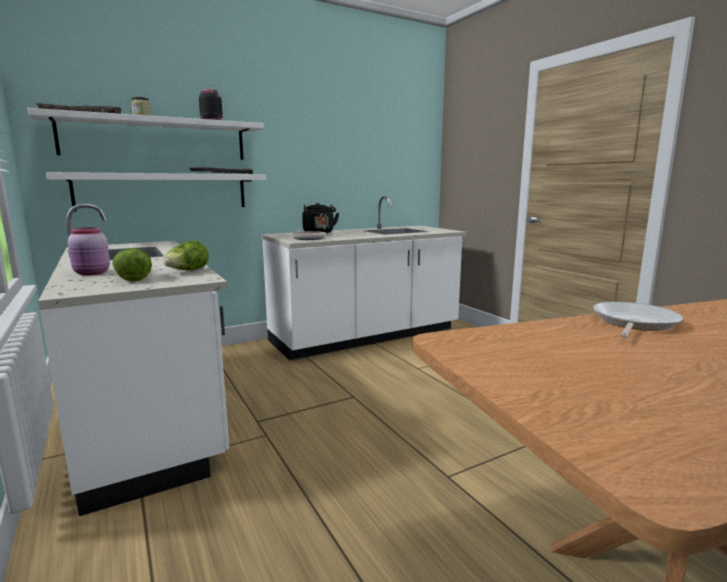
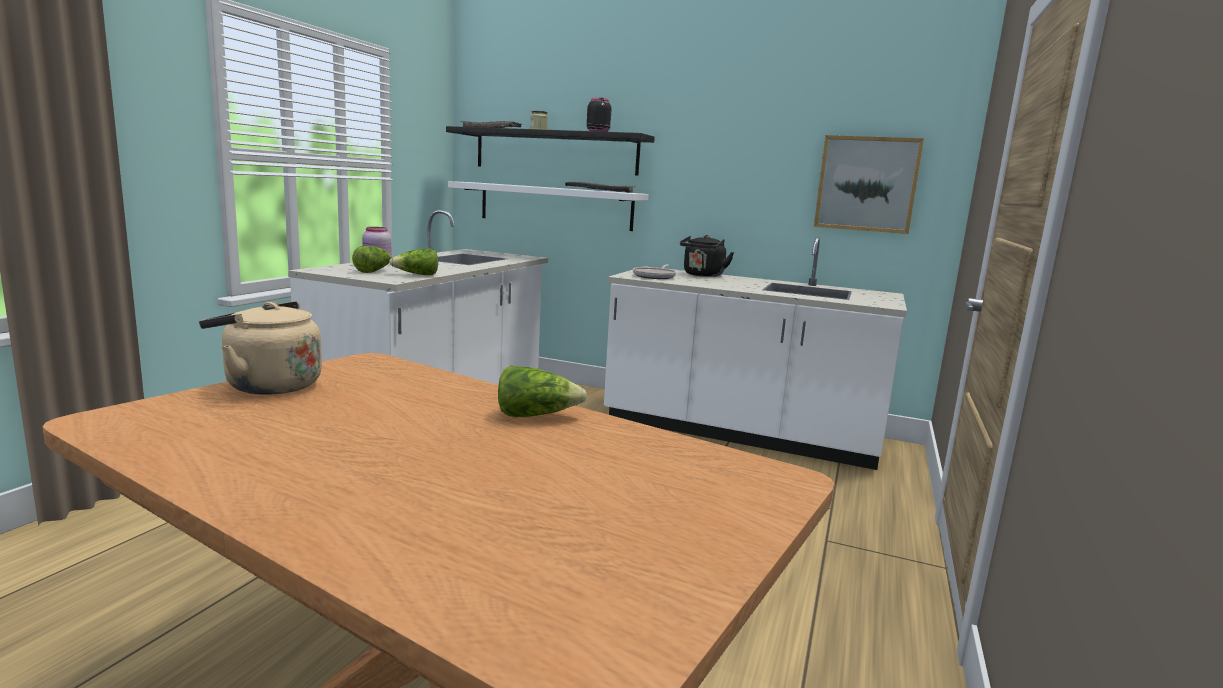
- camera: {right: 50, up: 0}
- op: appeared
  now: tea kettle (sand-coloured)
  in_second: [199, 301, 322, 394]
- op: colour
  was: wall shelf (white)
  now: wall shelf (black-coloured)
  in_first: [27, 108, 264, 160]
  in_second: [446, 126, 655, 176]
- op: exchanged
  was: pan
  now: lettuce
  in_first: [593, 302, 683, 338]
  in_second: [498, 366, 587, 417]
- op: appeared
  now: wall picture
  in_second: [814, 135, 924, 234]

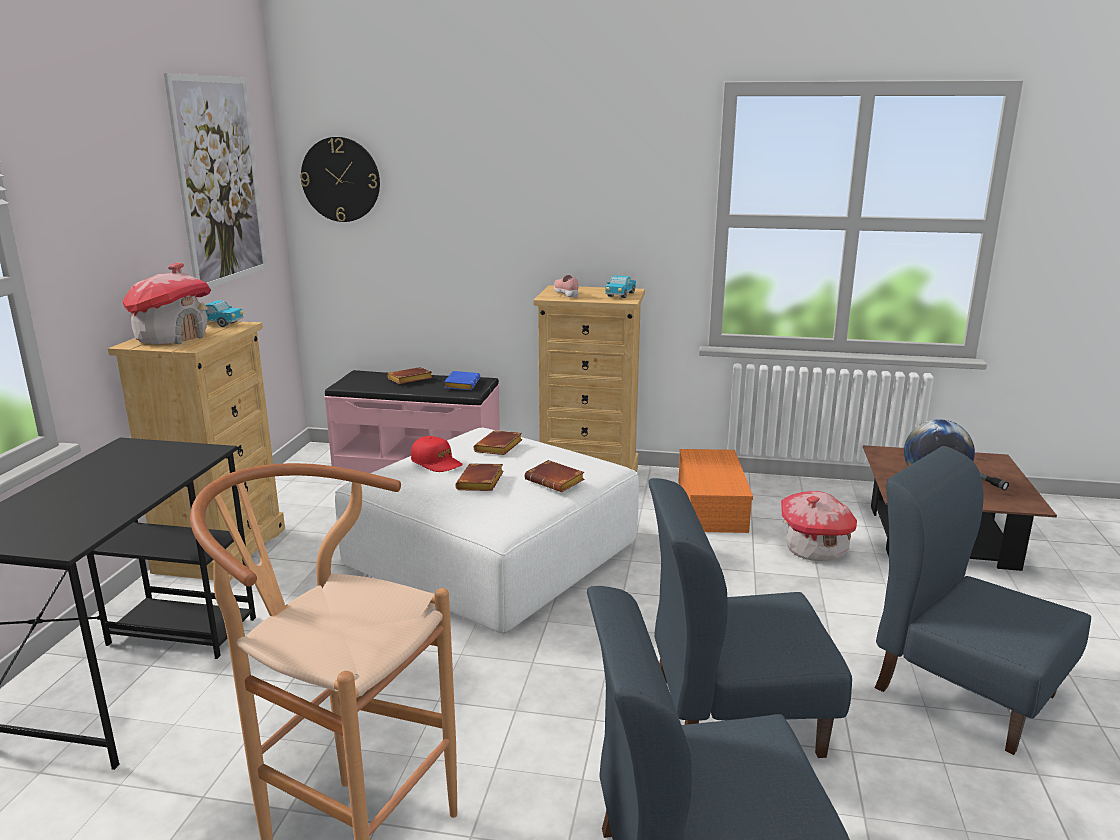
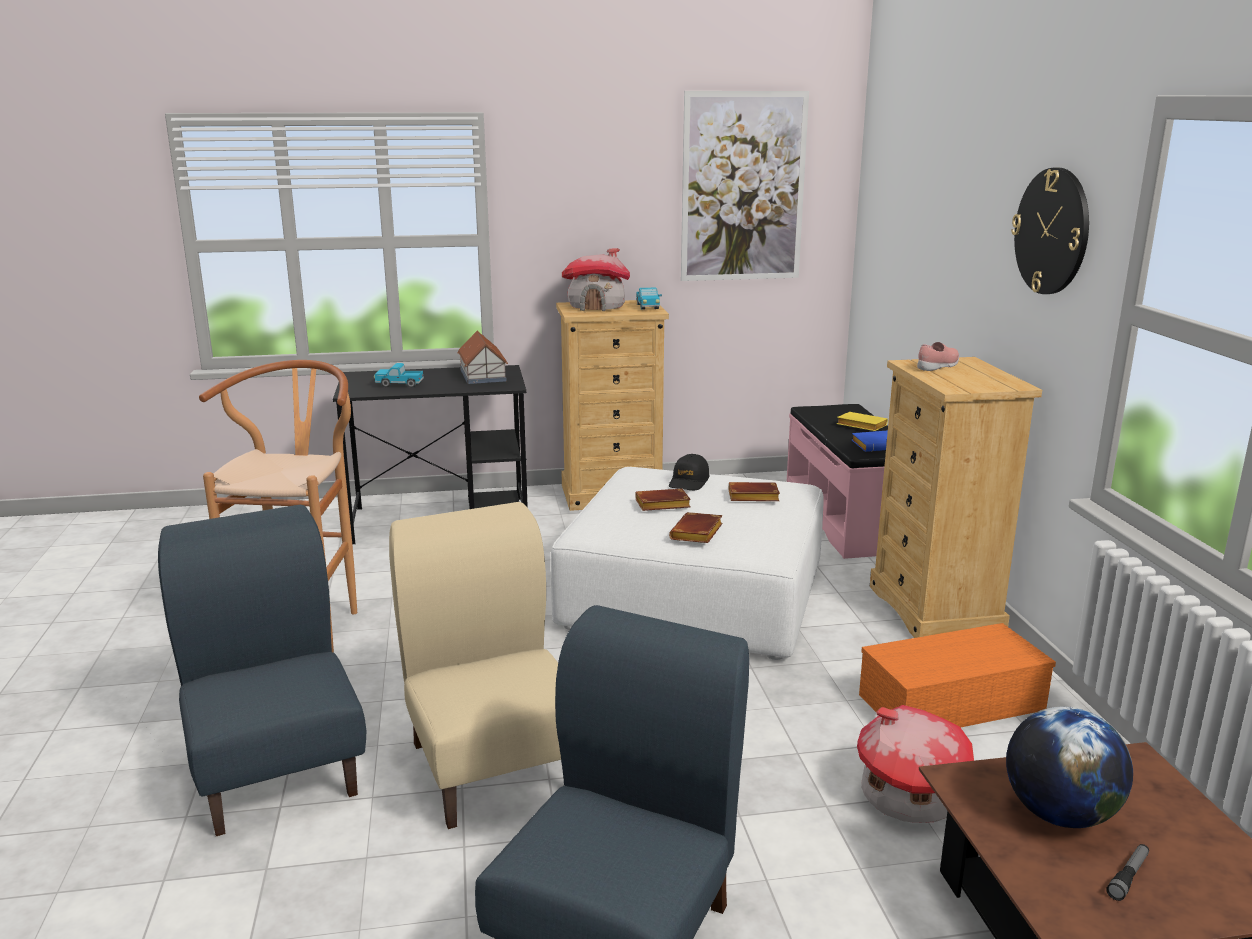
- camera: {right: 70, up: 0}
- op: relocated
  was: toy lorry
  in_first: [605, 275, 636, 298]
  in_second: [374, 363, 424, 388]
- op: colour
  was: plain chair (blue)
  now: plain chair (sand-coloured)
  in_first: [648, 478, 852, 758]
  in_second: [389, 502, 561, 829]
- op: appeared
  now: model house
  in_second: [457, 331, 508, 384]
- op: colour
  was: peaked cap (red)
  now: peaked cap (black-coloured)
  in_first: [411, 436, 463, 472]
  in_second: [669, 454, 709, 490]
- op: colour
  was: bound book (brown-coloured)
  now: bound book (yellow-coloured)
  in_first: [387, 367, 433, 384]
  in_second: [837, 412, 888, 431]
- op: relocated
  was: hanging clock
  in_first: [300, 137, 380, 222]
  in_second: [1011, 168, 1089, 294]

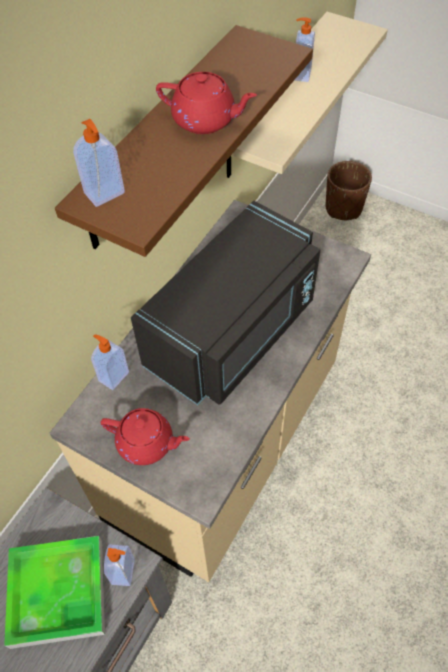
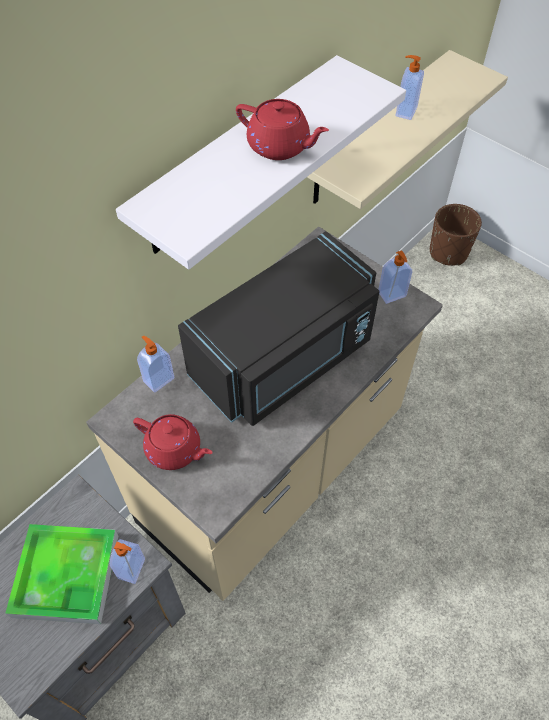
- camera: {right: 10, up: 0}
- op: colour
  was: wall shelf (brown-coloured)
  now: wall shelf (white)
  in_first: [55, 25, 313, 257]
  in_second: [116, 55, 406, 270]
- op: relocated
  was: soap bottle
  in_first: [73, 119, 125, 207]
  in_second: [378, 250, 412, 304]

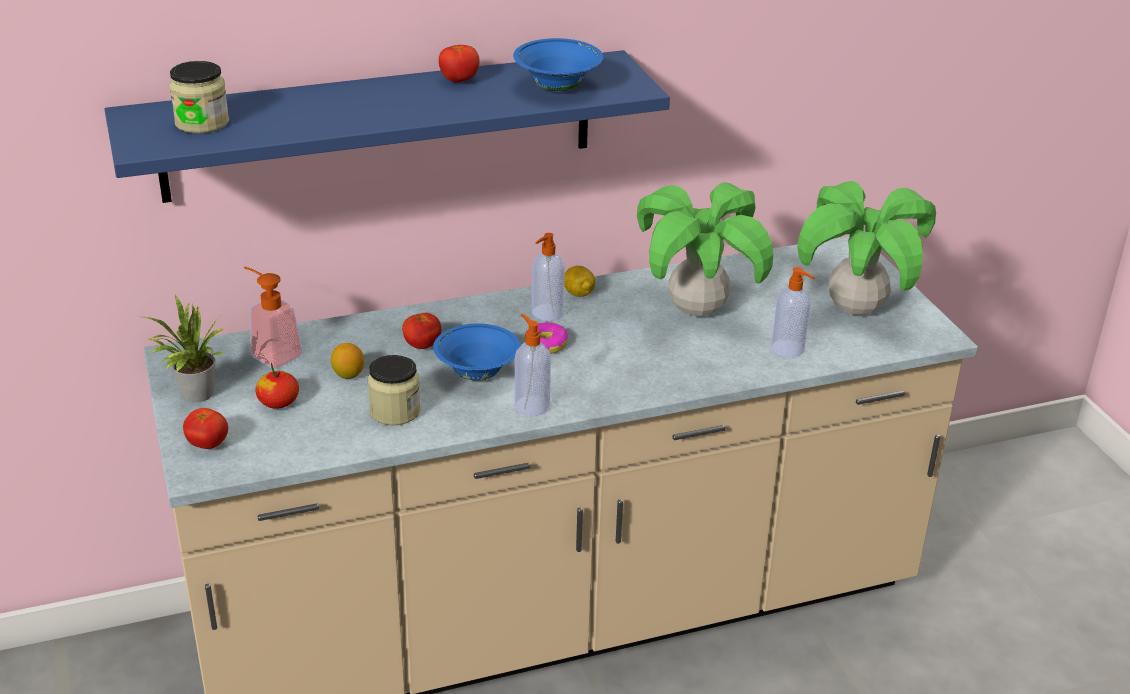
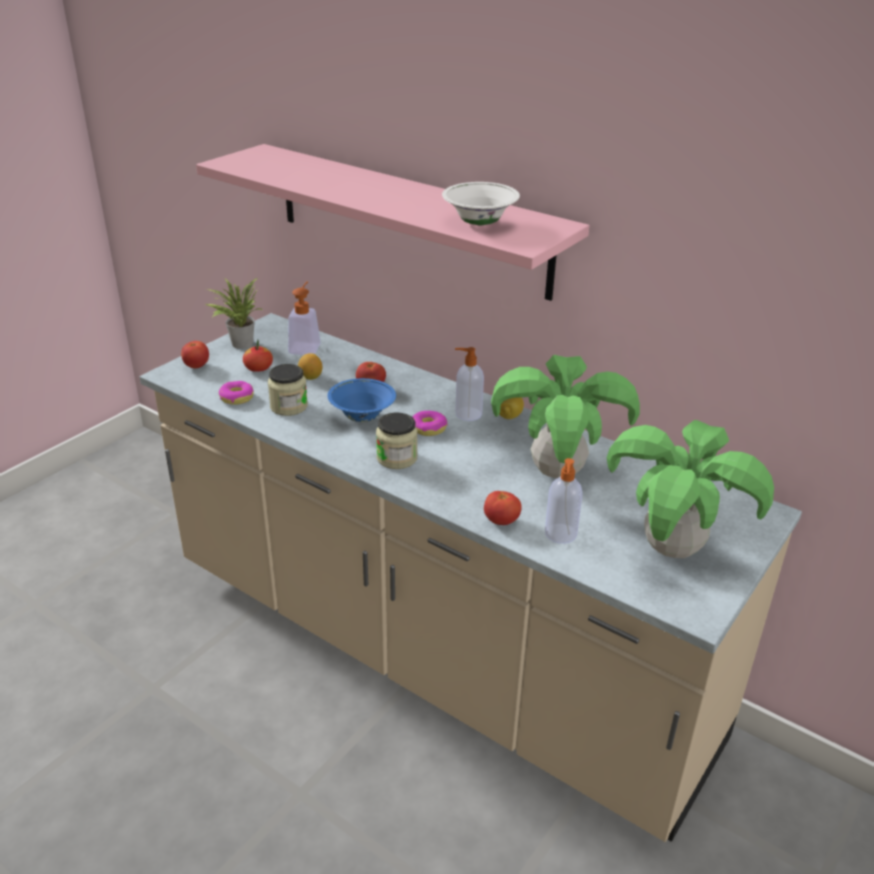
- camera: {right: 55, up: 0}
- op: colour
  was: wall shelf (blue)
  now: wall shelf (pink)
  in_first: [105, 50, 670, 203]
  in_second: [196, 144, 589, 301]
- op: appeared
  now: ring doughnut
  in_second: [219, 381, 254, 405]
- op: relocated
  was: storage jar
  in_first: [169, 61, 229, 133]
  in_second: [376, 412, 418, 469]
- op: colour
  was: serving bowl (blue)
  now: serving bowl (white)
  in_first: [513, 38, 603, 91]
  in_second: [442, 182, 520, 225]
- op: relocated
  was: tomato
  in_first: [439, 45, 480, 82]
  in_second: [484, 491, 522, 525]
- op: missing
  was: soap bottle
  in_first: [515, 314, 551, 416]

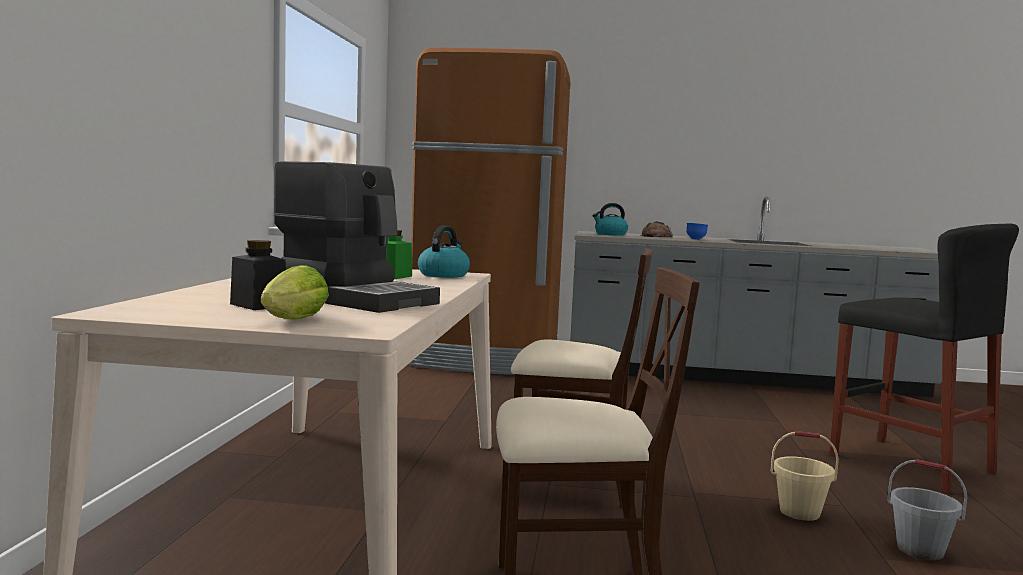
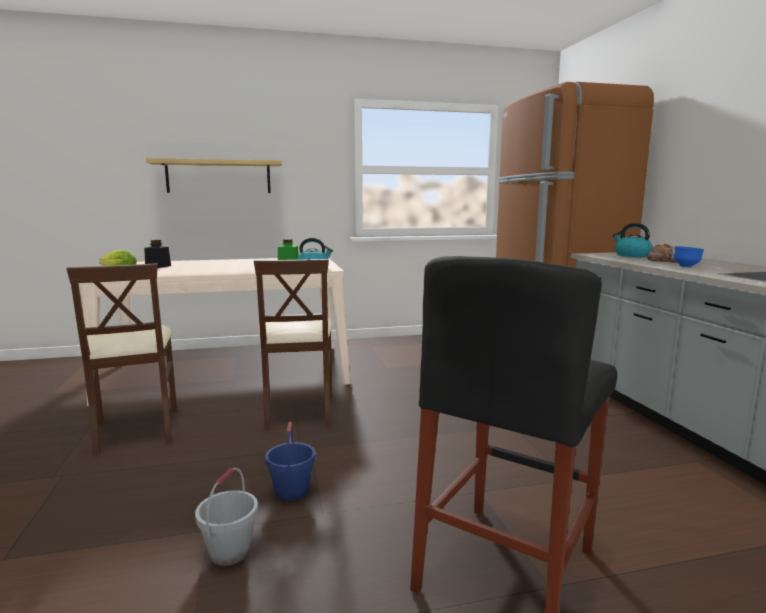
- camera: {right: 70, up: 5}
- op: appeared
  now: wall shelf
  in_second: [146, 158, 282, 193]
- op: colour
  was: pail (sand-coloured)
  now: pail (blue)
  in_first: [771, 431, 839, 521]
  in_second: [265, 422, 316, 501]
- op: missing
  was: coffee brewer
  in_first: [274, 161, 440, 313]

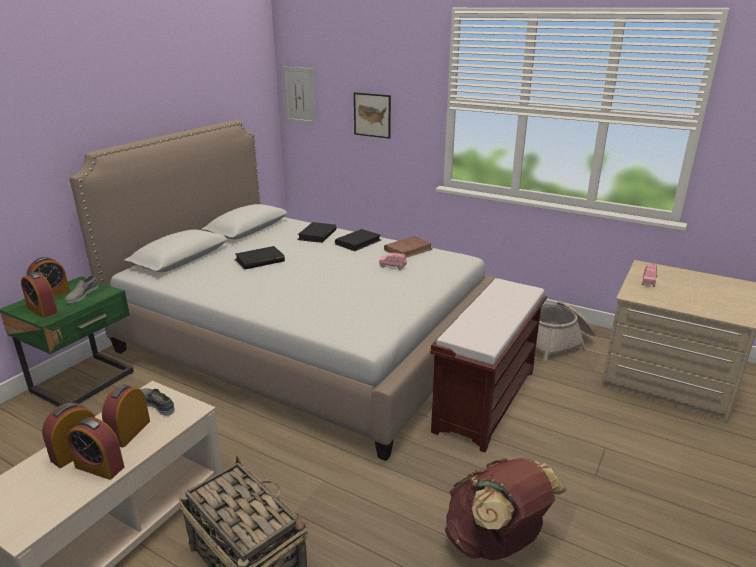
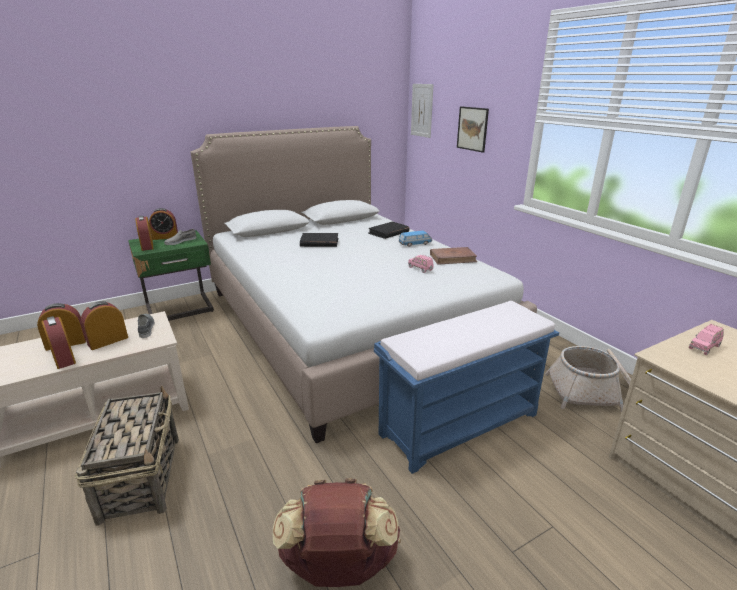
- camera: {right: 30, up: 0}
- op: colour
  was: bench (brown-coloured)
  now: bench (blue)
  in_first: [430, 278, 547, 452]
  in_second: [374, 301, 559, 474]
- op: exchanged
  was: bound book (black-coloured)
  now: toy car
  in_first: [335, 229, 381, 251]
  in_second: [398, 231, 432, 247]

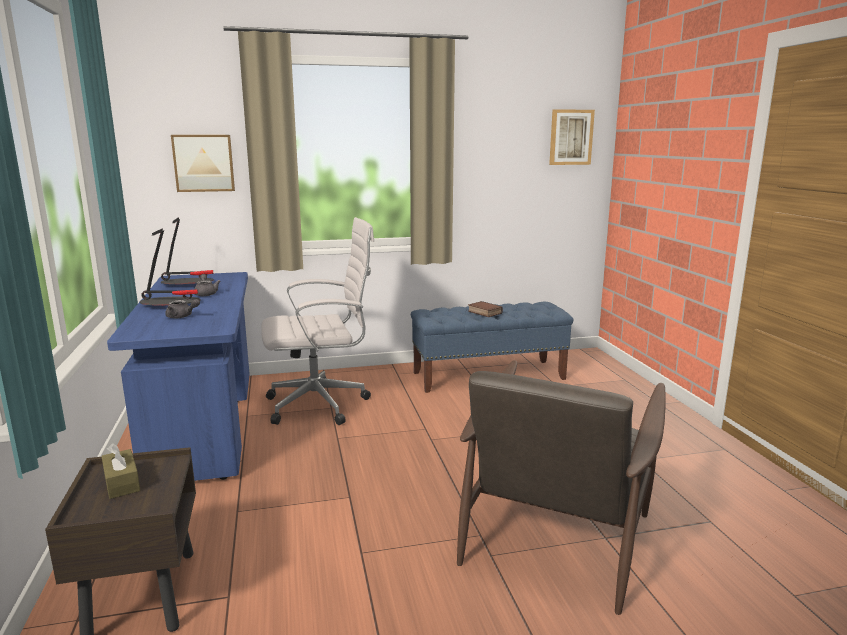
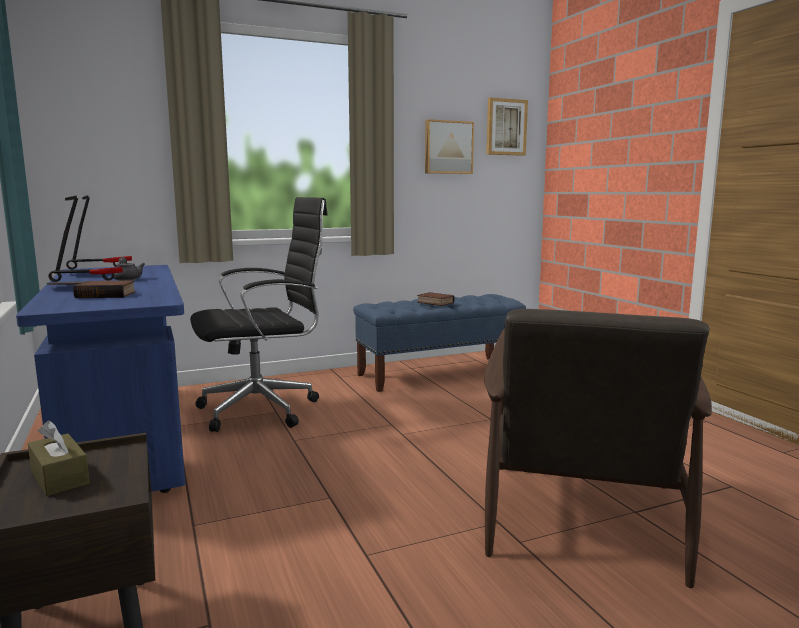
- camera: {right: -10, up: -5}
- op: exchanged
  was: teapot (gray)
  now: bound book
  in_first: [165, 299, 200, 318]
  in_second: [73, 281, 136, 298]
- op: colour
  was: computer chair (white)
  now: computer chair (black-coloured)
  in_first: [261, 217, 374, 425]
  in_second: [190, 197, 328, 432]
- op: relocated
  was: wall picture
  in_first: [171, 135, 235, 192]
  in_second: [425, 119, 474, 174]

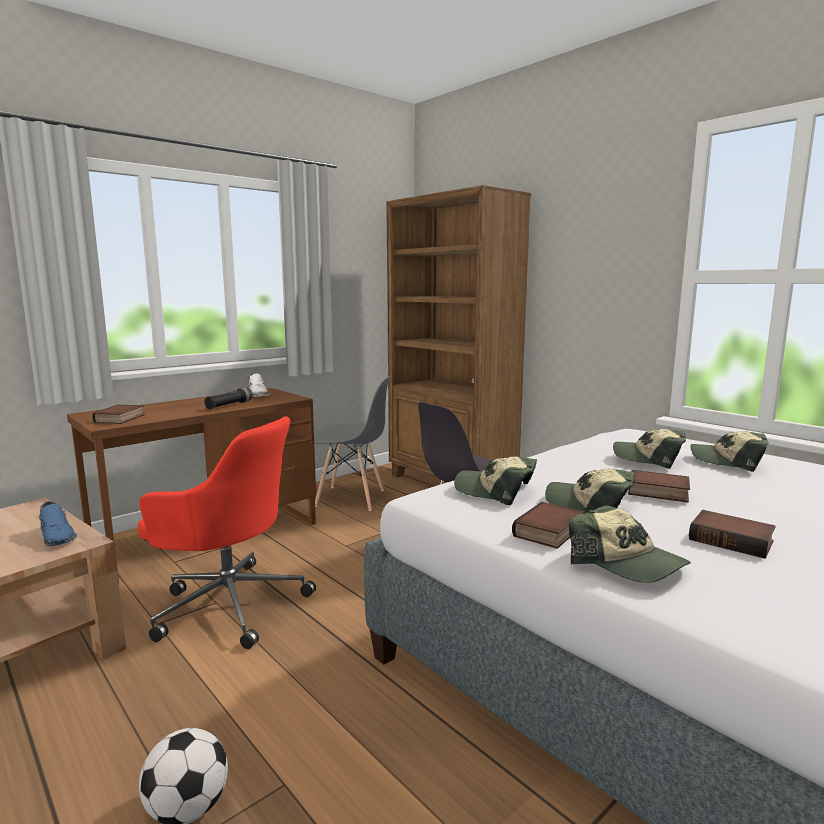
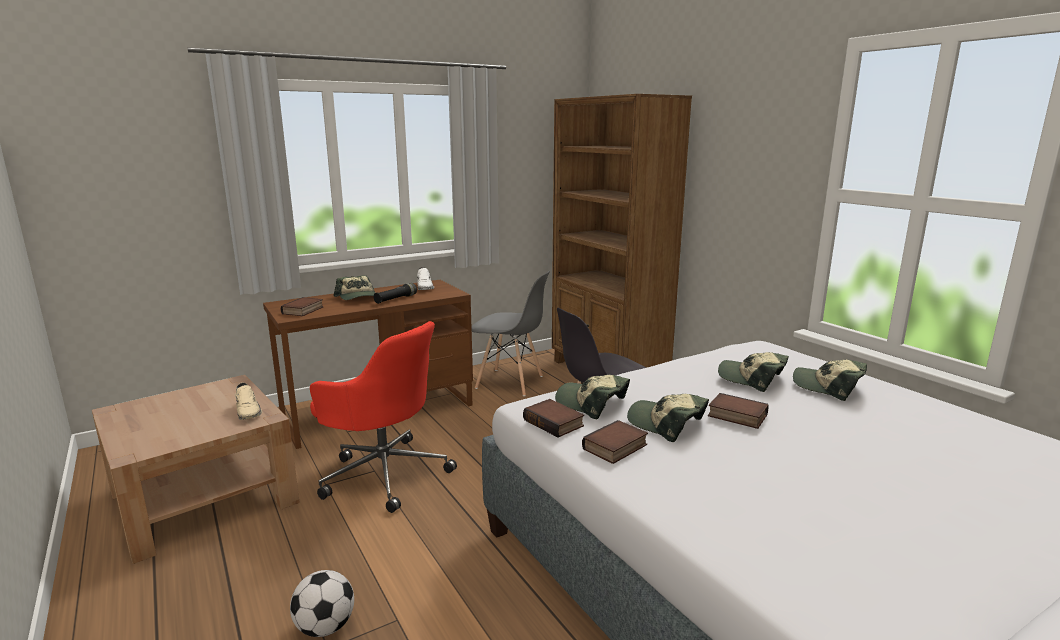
- camera: {right: 10, up: 5}
- op: colour
  was: shoe (blue)
  now: shoe (sand-coloured)
  in_first: [39, 501, 77, 546]
  in_second: [235, 383, 262, 420]
- op: relocated
  was: peaked cap
  in_first: [569, 505, 691, 583]
  in_second: [334, 275, 375, 300]
- op: relocated
  was: bound book
  in_first: [689, 510, 776, 559]
  in_second: [523, 399, 584, 437]

